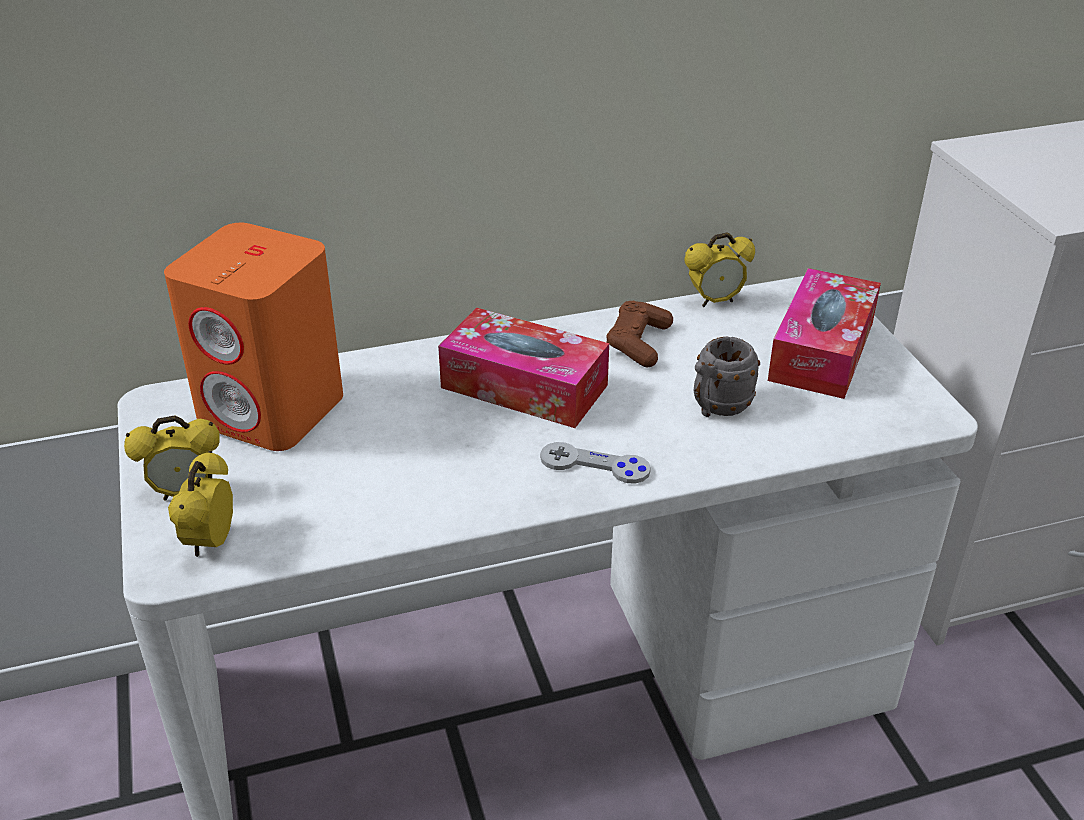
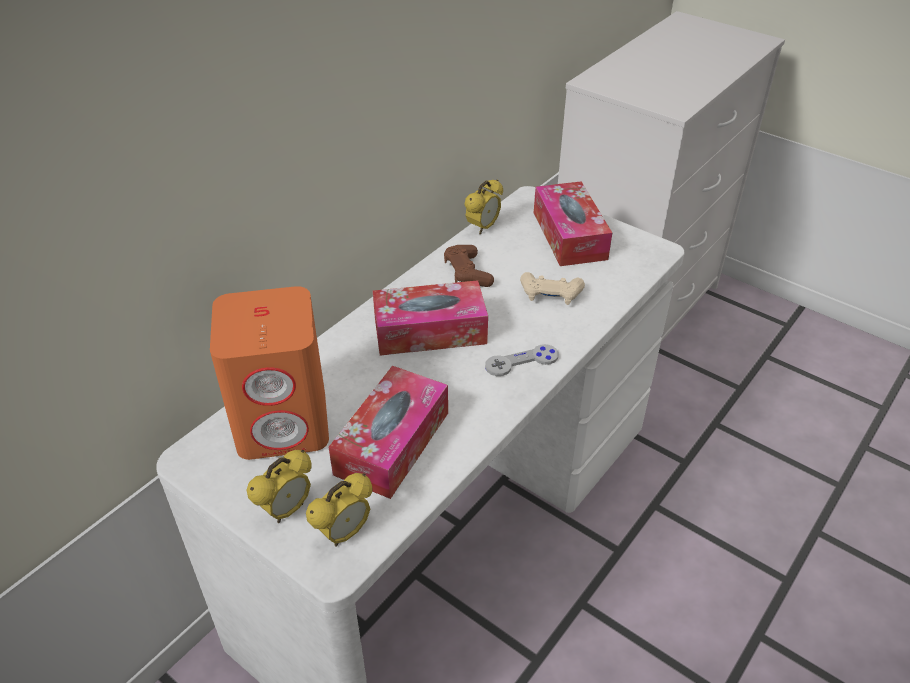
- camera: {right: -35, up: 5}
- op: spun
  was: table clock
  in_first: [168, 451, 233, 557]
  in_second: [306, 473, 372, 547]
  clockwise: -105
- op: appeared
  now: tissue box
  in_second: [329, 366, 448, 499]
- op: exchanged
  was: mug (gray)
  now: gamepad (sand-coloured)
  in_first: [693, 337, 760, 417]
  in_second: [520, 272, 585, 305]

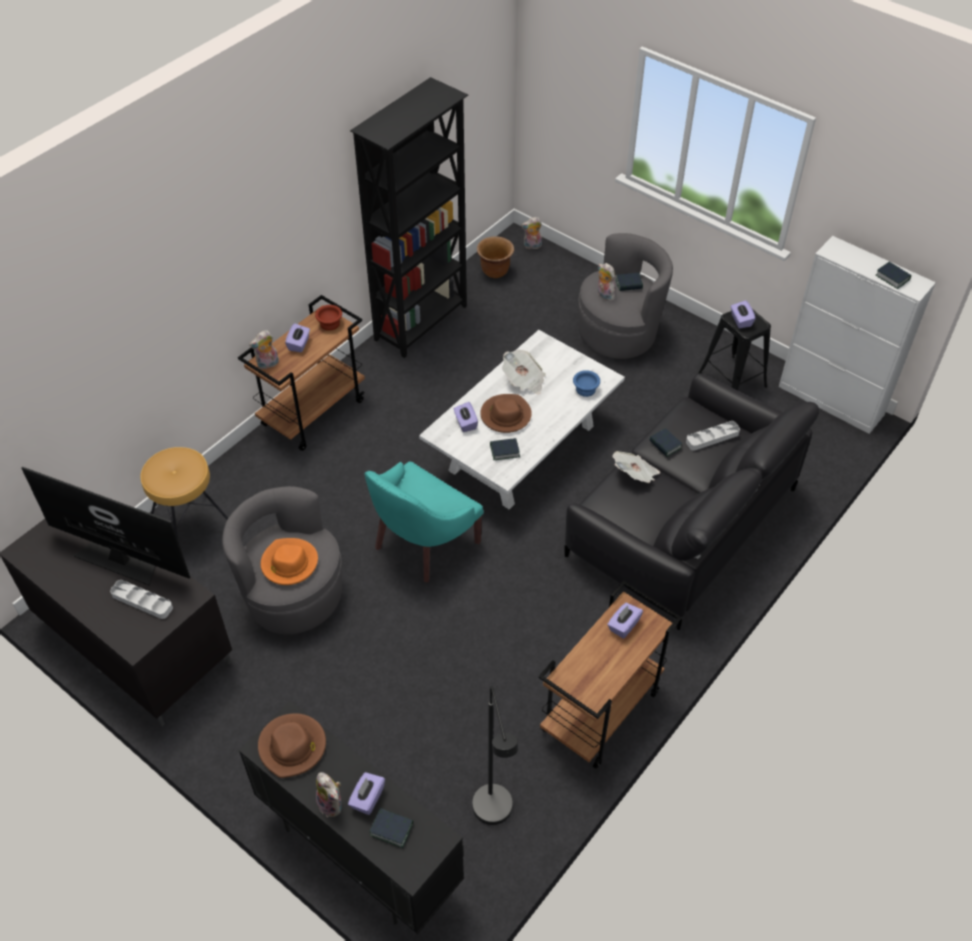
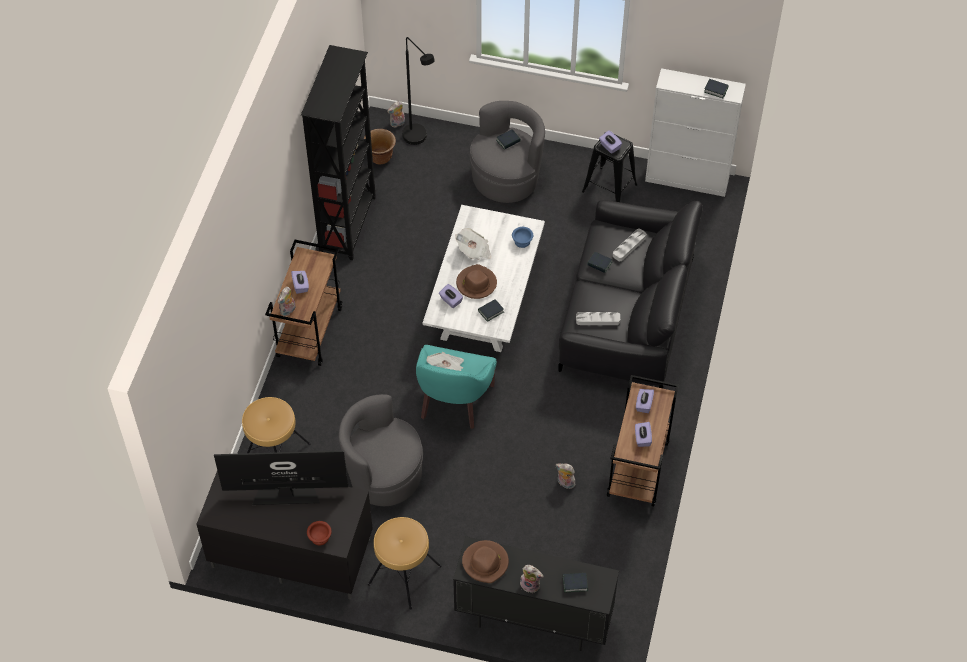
- camera: {right: -25, up: 5}
- op: relocated
  was: serving bowl (brown-coloured)
  in_first: [315, 305, 342, 331]
  in_second: [307, 521, 332, 545]
- op: appeared
  now: stool seat (brown-coloured)
  in_second: [368, 517, 442, 610]
- op: relocated
  was: standard lamp (black-coloured)
  in_first: [472, 686, 518, 825]
  in_second: [402, 37, 435, 145]
- op: relocated
  was: newspaper
  in_first: [613, 451, 660, 483]
  in_second: [427, 352, 464, 371]
- op: relocated
  was: plush toy
  in_first: [598, 263, 615, 301]
  in_second: [556, 463, 575, 489]
- op: relocated
  was: tray (gray)
  in_first: [110, 580, 173, 619]
  in_second: [576, 312, 620, 325]
- op: relocated
  was: tissue box (purplish)
  in_first: [348, 772, 385, 815]
  in_second: [635, 422, 652, 447]
- op: missing
  was: hat (orangey)
  in_first: [261, 538, 318, 585]

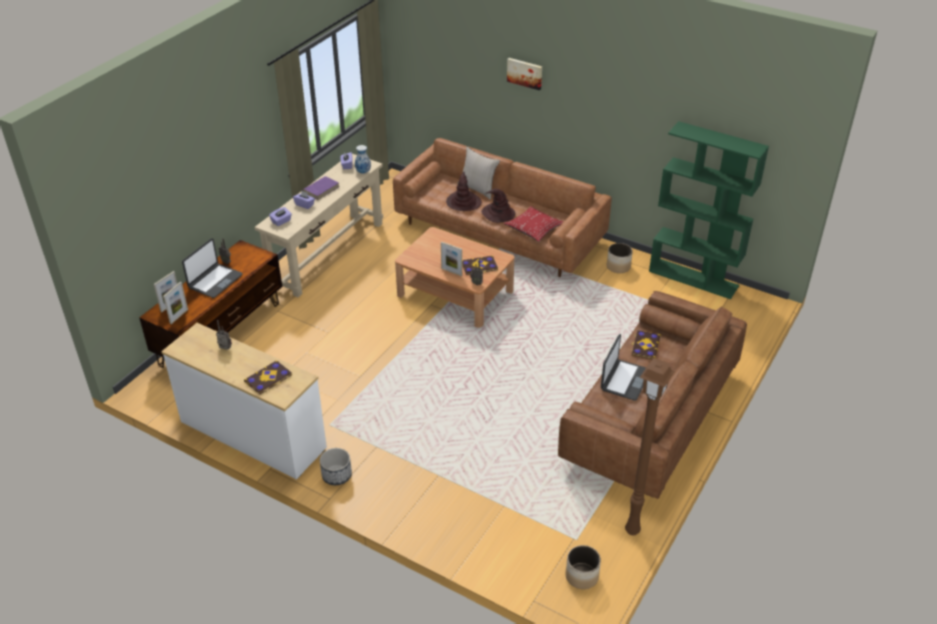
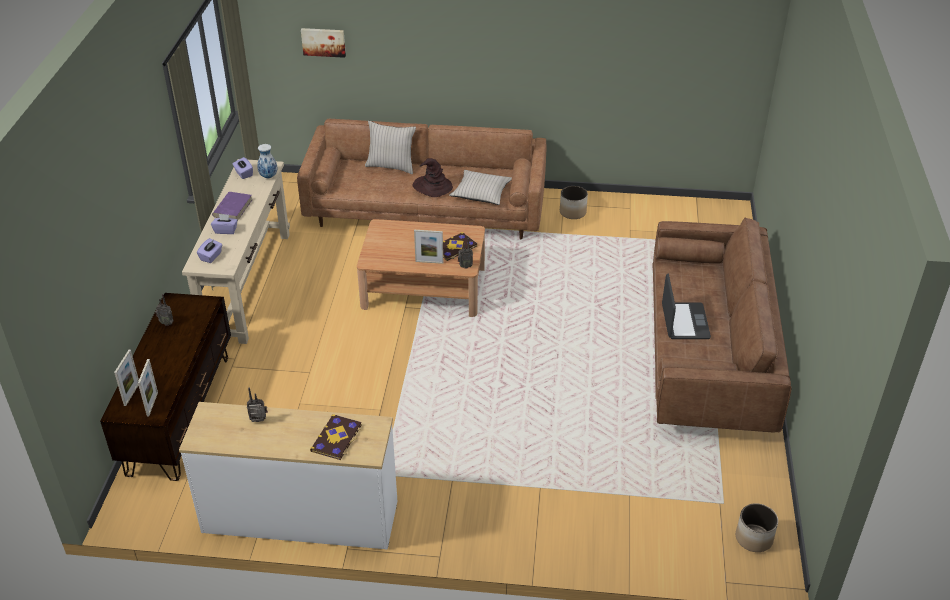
- camera: {right: -25, up: 0}
- op: relocated
  was: wall picture
  in_first: [507, 58, 542, 91]
  in_second: [301, 28, 346, 58]
- op: colour
  was: throw pillow (red)
  now: throw pillow (sand-coloured)
  in_first: [504, 206, 563, 242]
  in_second: [449, 170, 512, 205]
- op: missing
  was: notebook computer
  in_first: [182, 238, 243, 298]
- op: missing
  was: flower pot
  in_first: [320, 448, 352, 485]
- op: missing
  was: hat (brown-coloured)
  in_first: [446, 172, 482, 211]
- op: missing
  was: standard lamp (brown-coloured)
  in_first: [625, 358, 675, 535]
- op: missing
  was: bound book
  in_first: [631, 330, 661, 359]
- op: missing
  was: shelving unit (green)
  in_first: [649, 121, 769, 299]

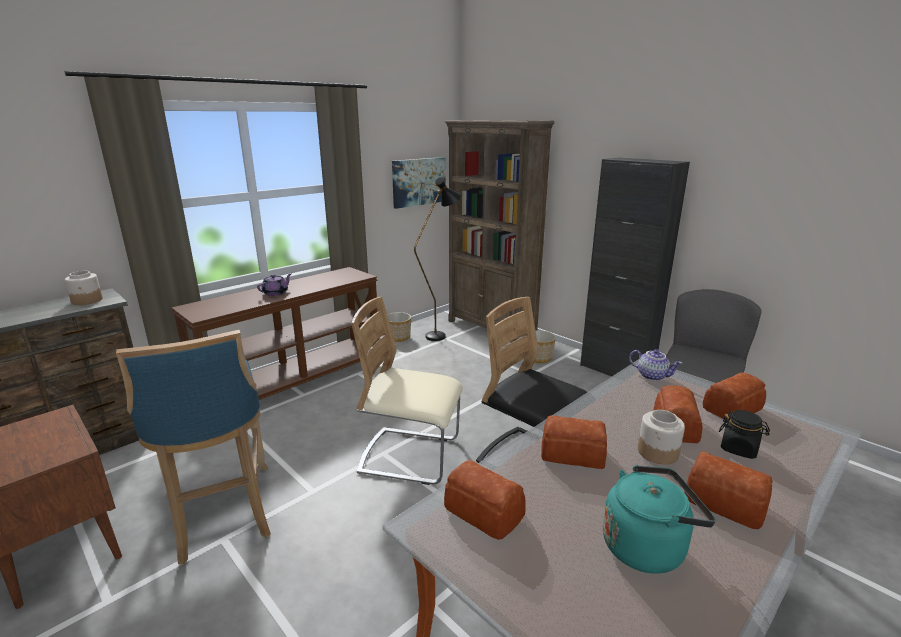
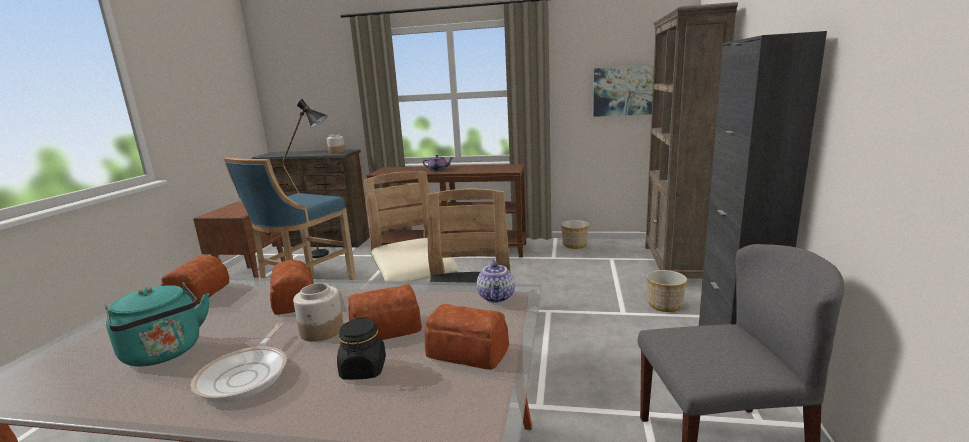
- camera: {right: 55, up: -5}
- op: exchanged
  was: bread
  now: pan
  in_first: [684, 452, 773, 529]
  in_second: [191, 323, 287, 403]
- op: relocated
  was: standard lamp (black-coloured)
  in_first: [414, 177, 461, 341]
  in_second: [282, 99, 329, 258]

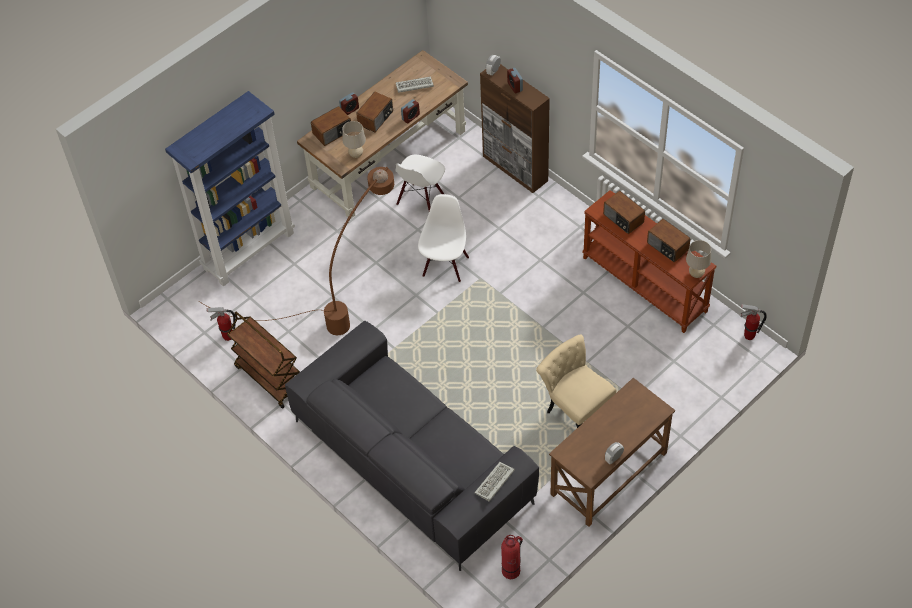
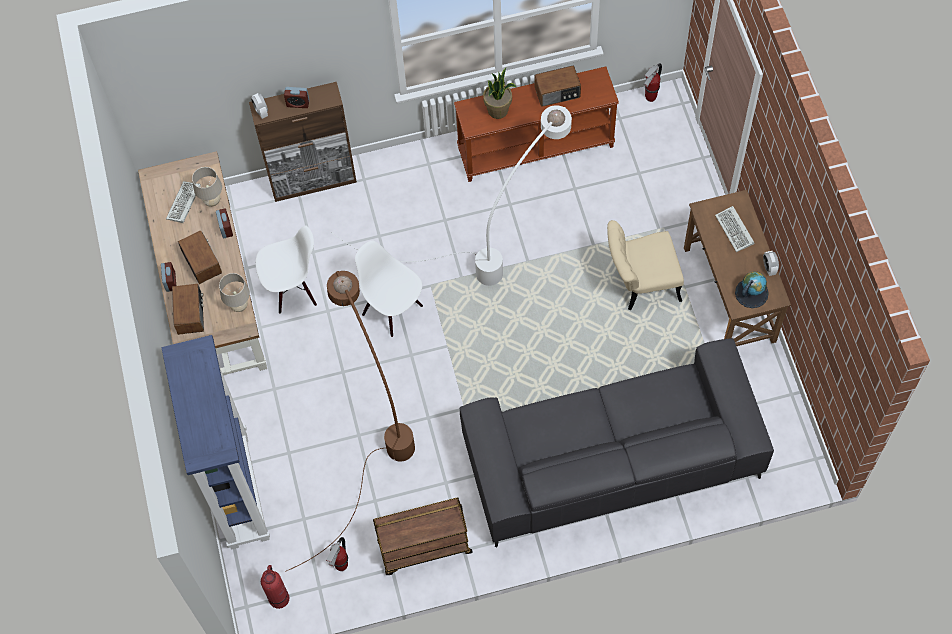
- camera: {right: -60, up: 10}
- op: relocated
  was: table lamp (sand-coloured)
  in_first: [686, 240, 711, 278]
  in_second: [192, 167, 222, 207]
- op: spun
  was: plain chair (white)
  in_first: [395, 155, 445, 211]
  in_second: [256, 225, 317, 314]
  clockwise: -75
- op: relocated
  was: fire-fighting cylinder
  in_first: [501, 535, 523, 579]
  in_second: [261, 565, 290, 609]
- op: appeared
  now: standard lamp (white)
  in_second: [331, 105, 572, 286]
- op: exchanged
  was: radio
  now: plant in a pot
  in_first: [603, 191, 645, 234]
  in_second: [483, 68, 516, 119]
- op: relocated
  was: keyboard
  in_first: [474, 462, 515, 501]
  in_second: [715, 206, 754, 252]
- op: appeared
  now: desk globe
  in_second: [735, 272, 769, 308]

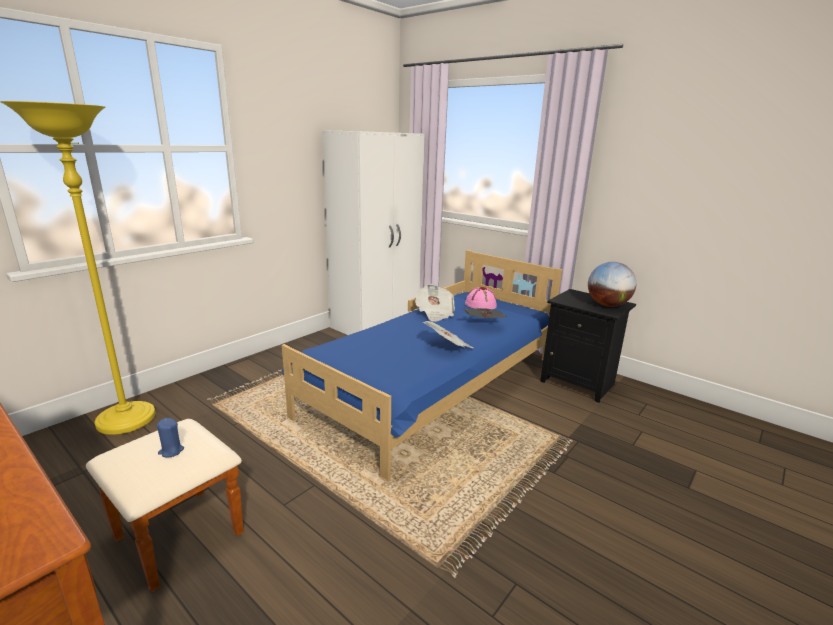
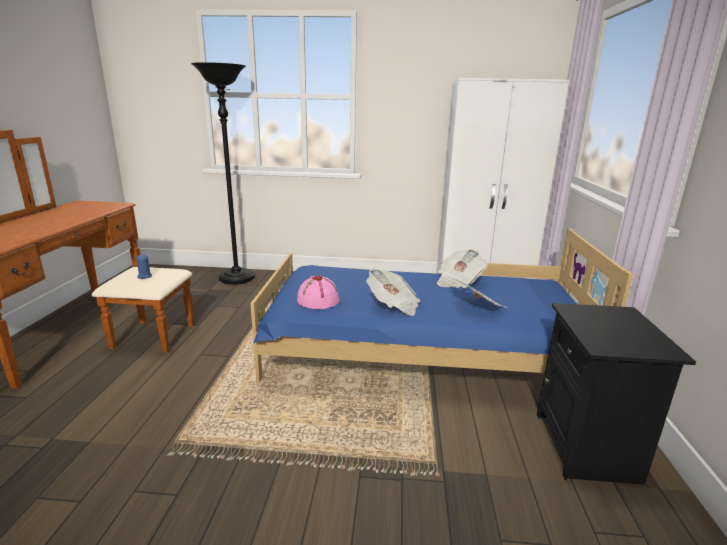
- camera: {right: 55, up: 0}
- op: colour
  was: standard lamp (yellow-coloured)
  now: standard lamp (black-coloured)
  in_first: [0, 101, 155, 435]
  in_second: [191, 62, 255, 285]
- op: relocated
  was: hat (pink)
  in_first: [465, 287, 497, 309]
  in_second: [297, 276, 340, 309]
- op: missing
  was: desk globe
  in_first: [588, 262, 636, 307]

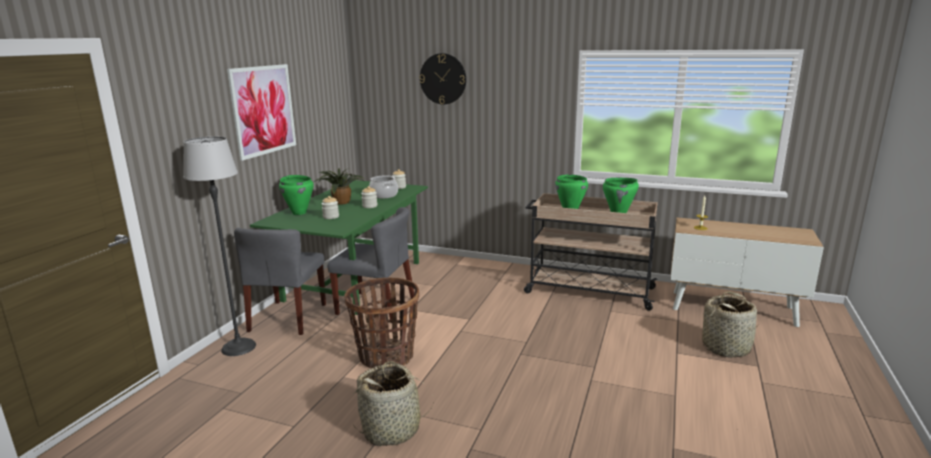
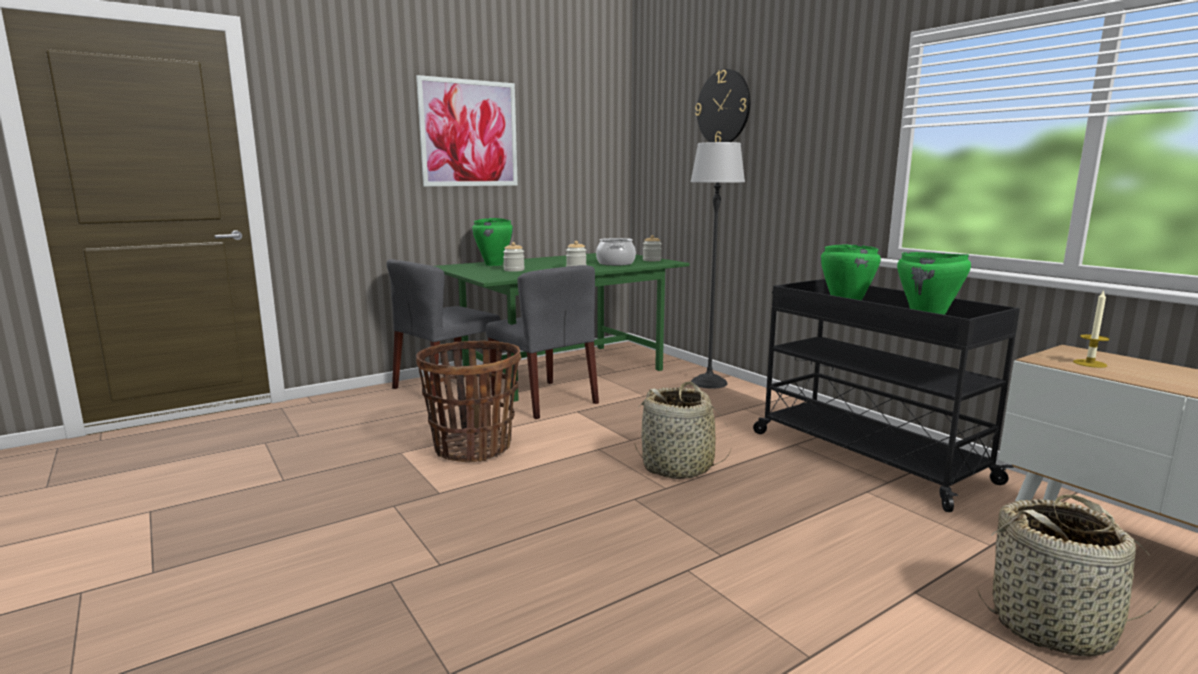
- camera: {right: 35, up: -5}
- op: relocated
  was: basket
  in_first: [352, 361, 434, 446]
  in_second: [634, 382, 732, 479]
- op: relocated
  was: standard lamp
  in_first: [183, 137, 256, 356]
  in_second: [691, 142, 745, 389]
- op: colour
  was: cart (sand-coloured)
  now: cart (black-coloured)
  in_first: [524, 193, 658, 311]
  in_second: [753, 279, 1020, 512]
- op: missing
  was: plant in a pot
  in_first: [313, 168, 365, 205]

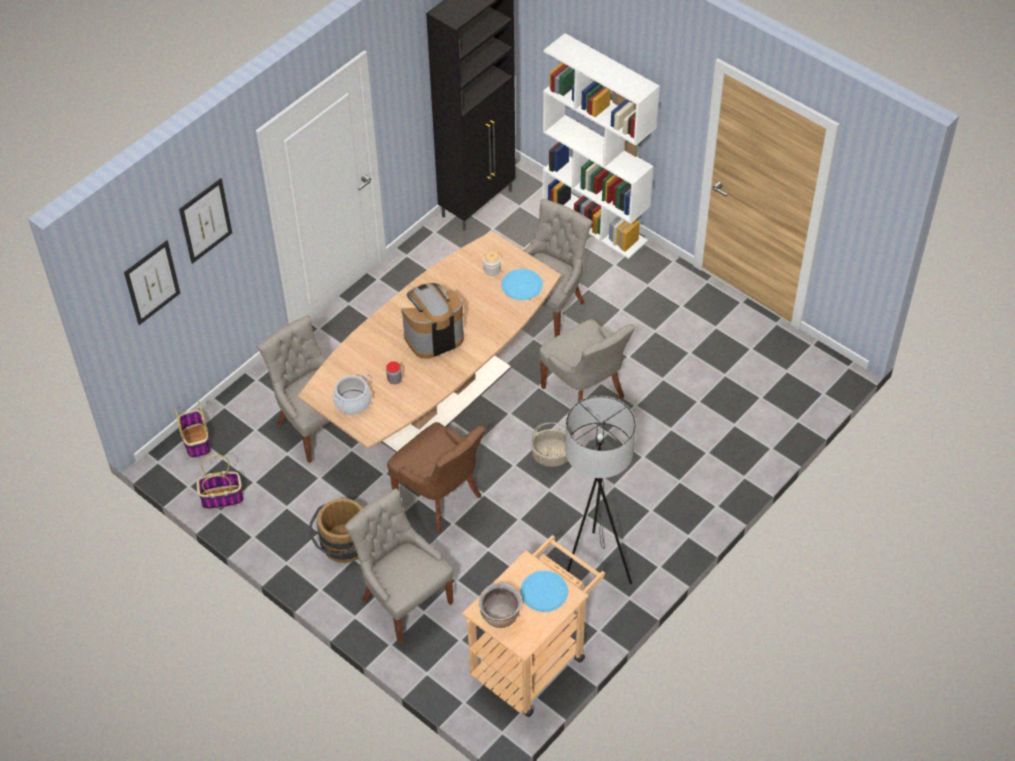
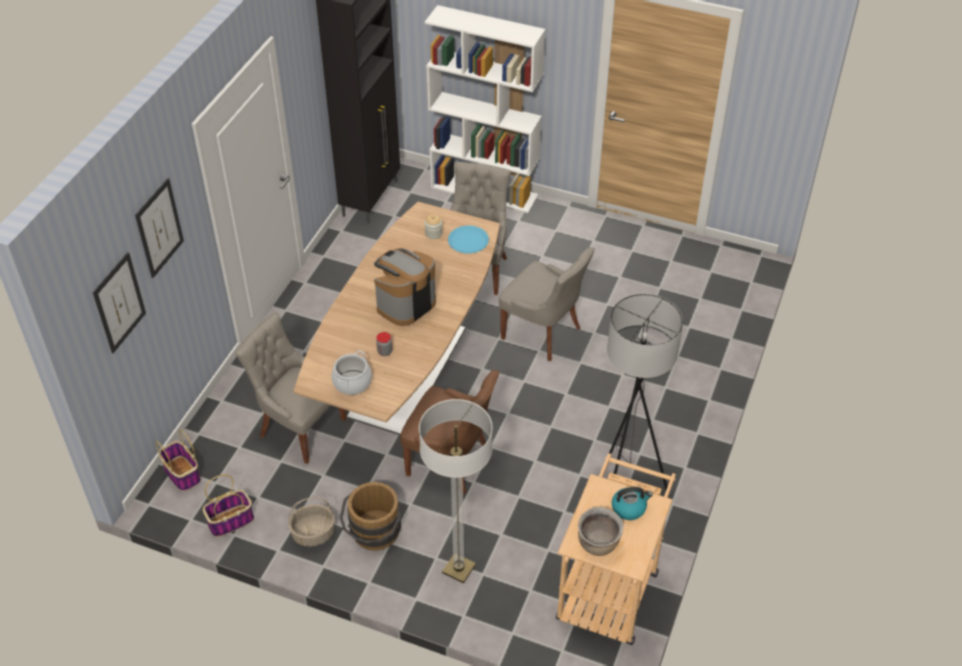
- camera: {right: -20, up: -5}
- op: relocated
  was: basket
  in_first: [530, 423, 568, 467]
  in_second: [288, 497, 335, 547]
- op: exchanged
  was: plain chair (gray)
  now: standard lamp
  in_first: [345, 489, 454, 644]
  in_second: [419, 399, 493, 583]
- op: exchanged
  was: flat dish (blue)
  now: tea kettle
  in_first: [520, 571, 568, 612]
  in_second: [612, 487, 653, 520]

